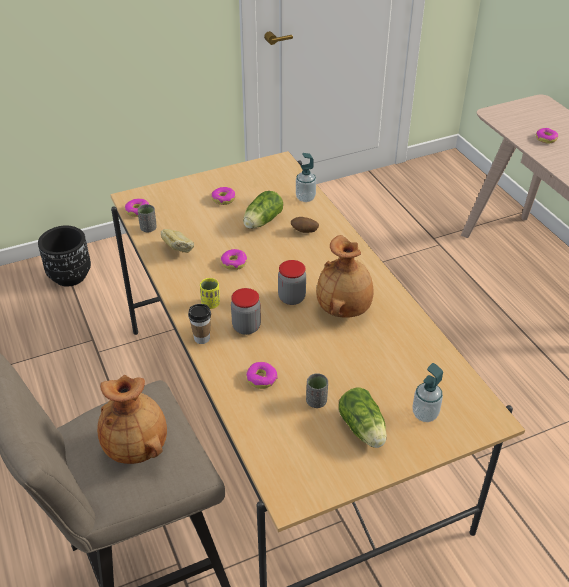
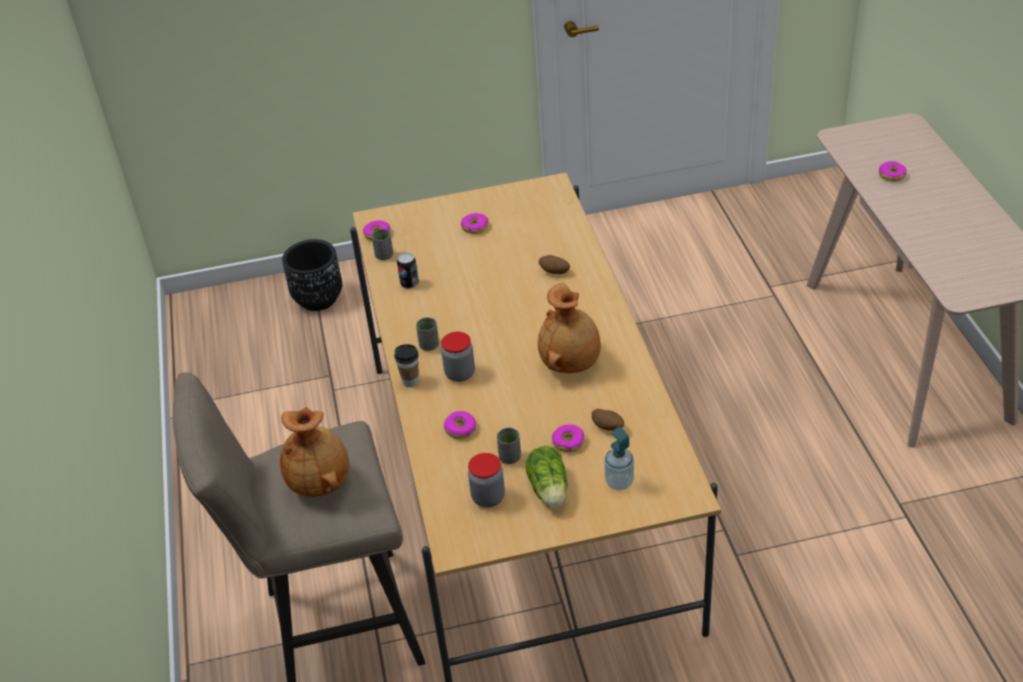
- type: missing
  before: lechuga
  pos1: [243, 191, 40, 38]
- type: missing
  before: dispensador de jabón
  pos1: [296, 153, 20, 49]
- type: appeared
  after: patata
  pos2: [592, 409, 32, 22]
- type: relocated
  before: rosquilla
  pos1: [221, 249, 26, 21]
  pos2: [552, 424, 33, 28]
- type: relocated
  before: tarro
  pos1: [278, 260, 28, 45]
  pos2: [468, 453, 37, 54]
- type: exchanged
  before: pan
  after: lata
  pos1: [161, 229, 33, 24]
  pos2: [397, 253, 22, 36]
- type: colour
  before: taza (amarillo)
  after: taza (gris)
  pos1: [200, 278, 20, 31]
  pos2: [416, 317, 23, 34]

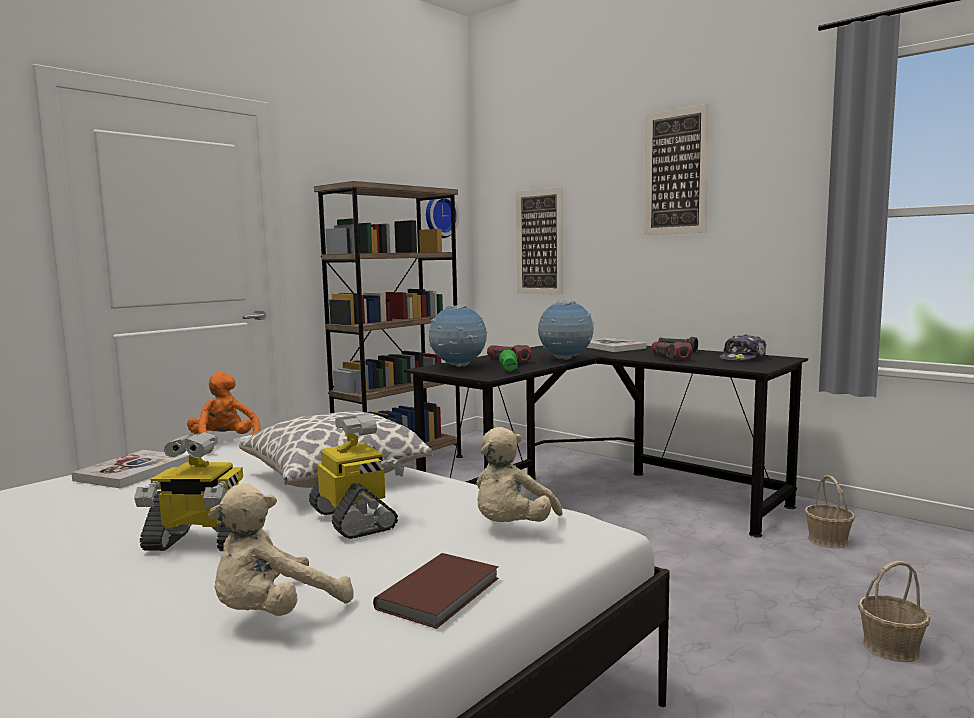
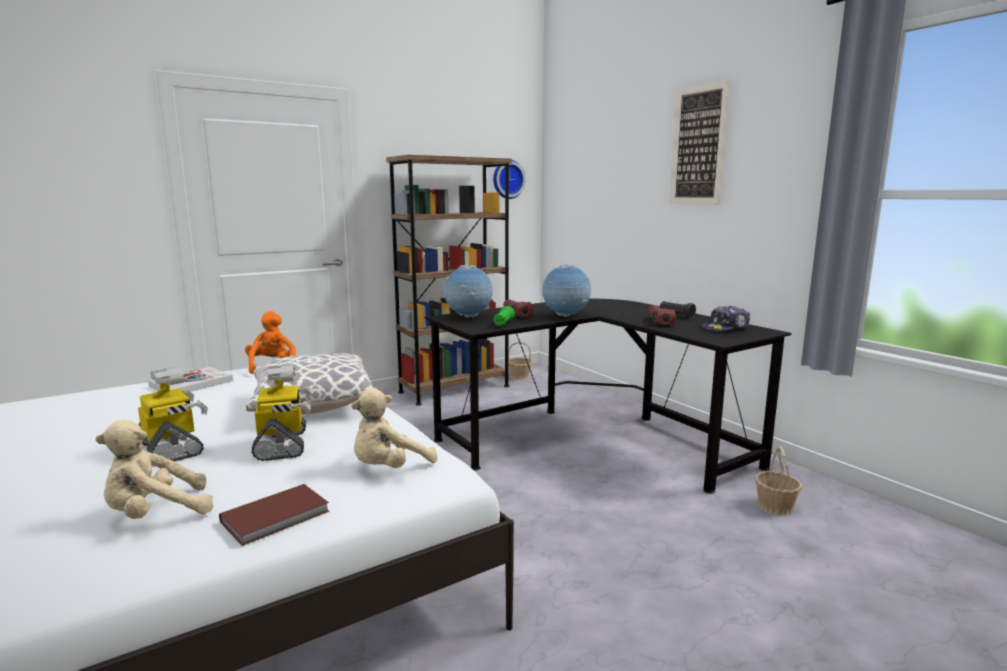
- type: missing
  before: cuadro
  pos1: [516, 187, 47, 108]
- type: missing
  before: libro
  pos1: [586, 338, 60, 14]
- type: relocated
  before: cesta
  pos1: [858, 561, 73, 101]
  pos2: [508, 342, 24, 38]
- type: spun
  before: robot de juguete
  pos1: [134, 432, 109, 119]
  pos2: [138, 366, 70, 95]
  turn: -150

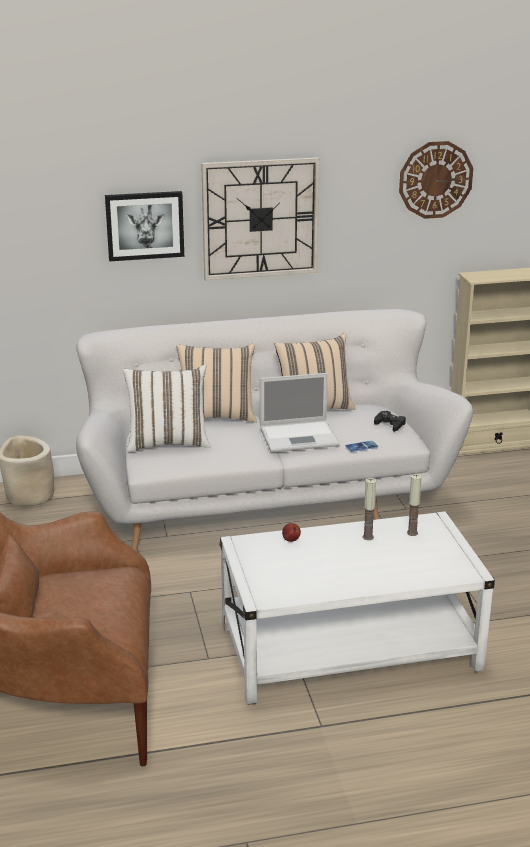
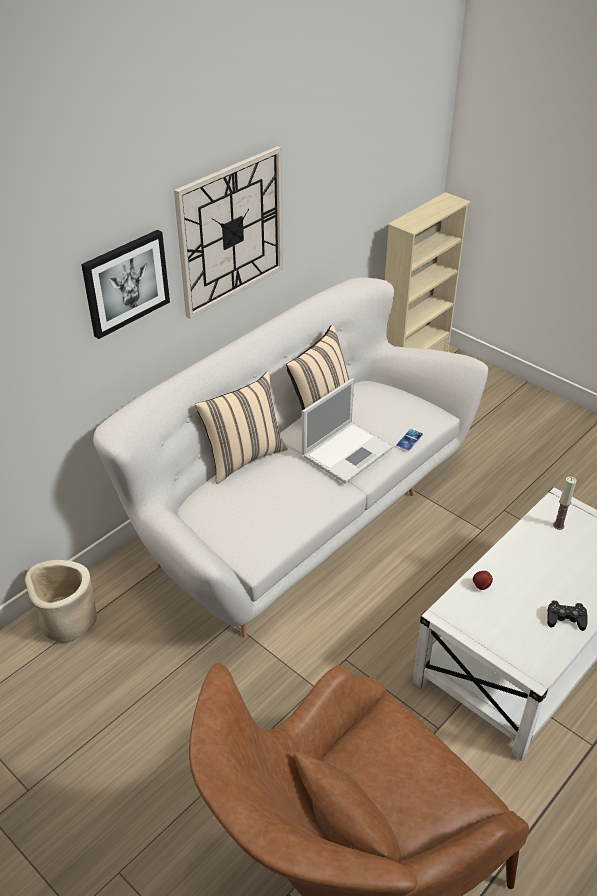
- type: missing
  before: cojín (blanco)
  pos1: [123, 365, 88, 87]
- type: missing
  before: vela
  pos1: [363, 478, 13, 62]
- type: missing
  before: reloj de pared
  pos1: [399, 141, 74, 78]
- type: relocated
  before: mando de consola (negro)
  pos1: [374, 411, 32, 21]
  pos2: [547, 601, 41, 30]

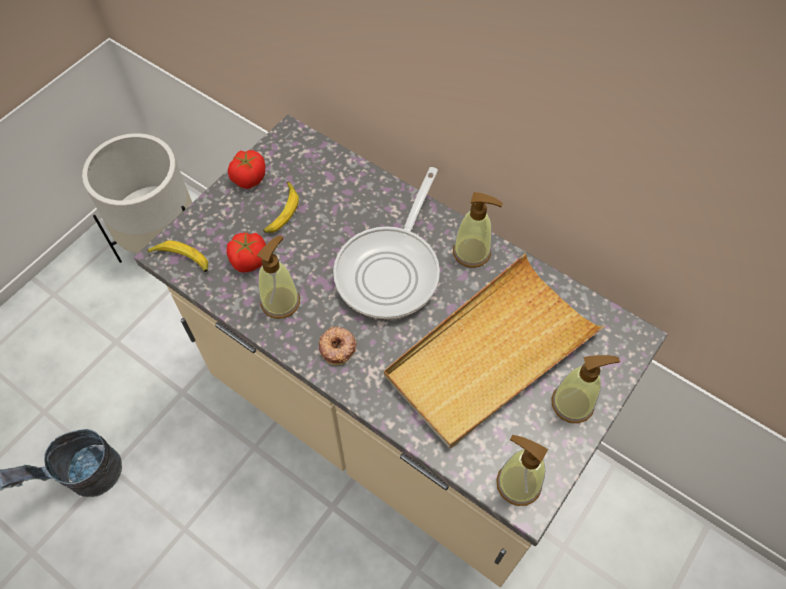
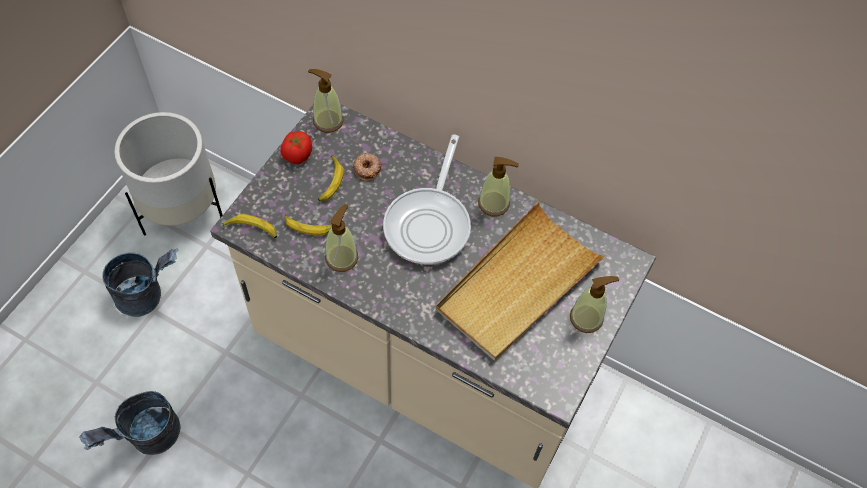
- type: appeared
  after: cubo (gris)
  pos2: [102, 249, 77, 68]
- type: relocated
  before: rosquilla
  pos1: [319, 327, 38, 38]
  pos2: [353, 153, 29, 28]
- type: relocated
  before: dispensador de jabón
  pos1: [496, 435, 52, 71]
  pos2: [308, 69, 36, 64]
- type: exchanged
  before: tomate
  after: plátano
  pos1: [227, 232, 39, 41]
  pos2: [284, 215, 48, 20]

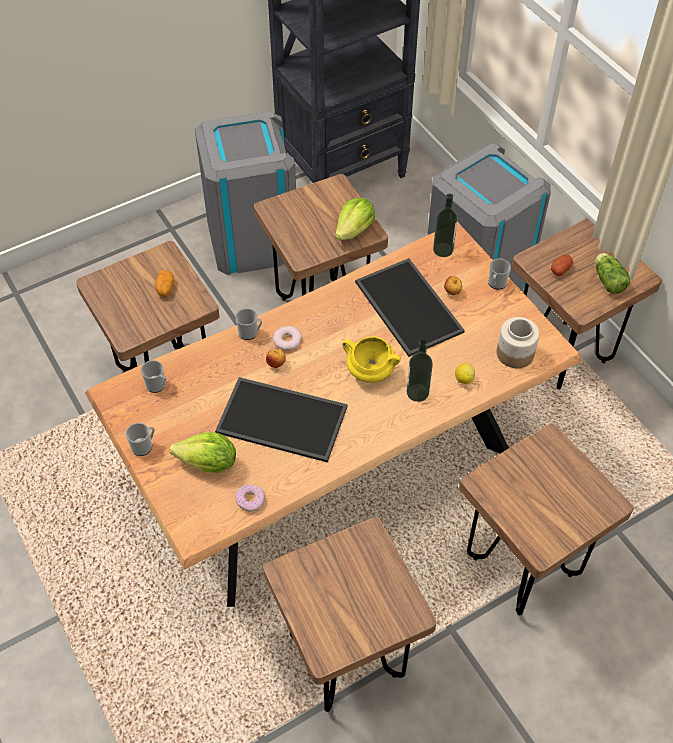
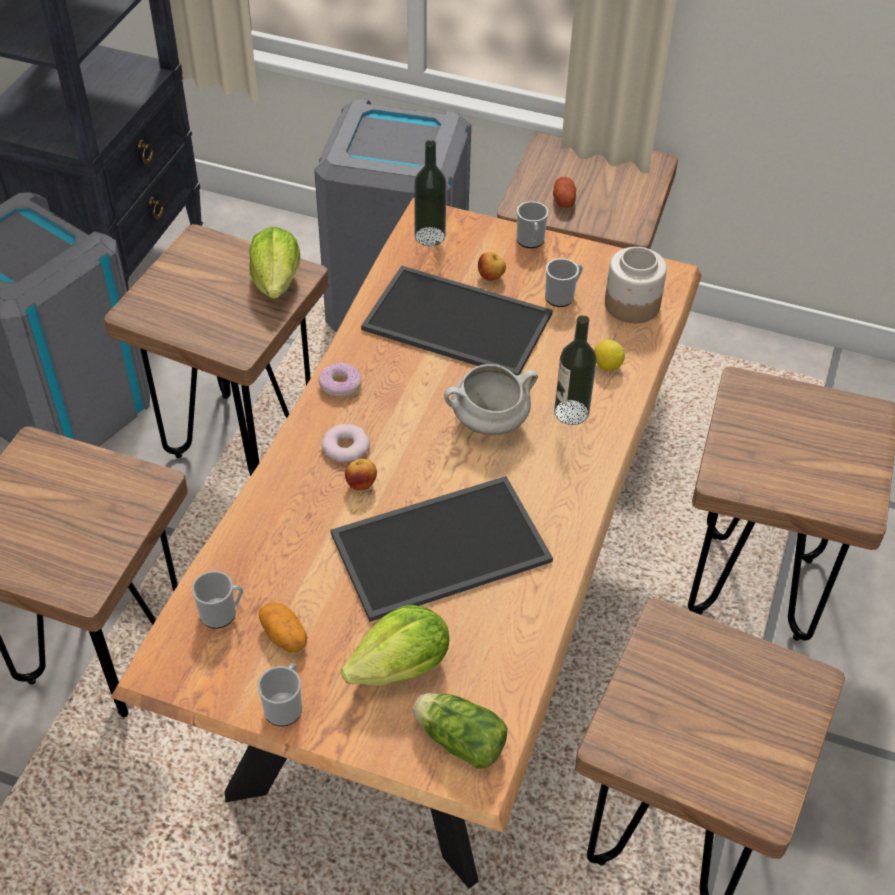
- type: relocated
  before: patata
  pos1: [155, 270, 19, 27]
  pos2: [259, 602, 48, 51]
- type: relocated
  before: taza grande
  pos1: [235, 308, 27, 32]
  pos2: [545, 258, 38, 49]
- type: relocated
  before: rosquilla
  pos1: [235, 484, 30, 28]
  pos2: [319, 363, 43, 34]
- type: relocated
  before: lechuga
  pos1: [595, 253, 35, 41]
  pos2: [413, 693, 94, 76]
- type: colour
  before: olla (amarillo)
  after: olla (blanco)
  pos1: [342, 336, 59, 47]
  pos2: [444, 364, 94, 71]

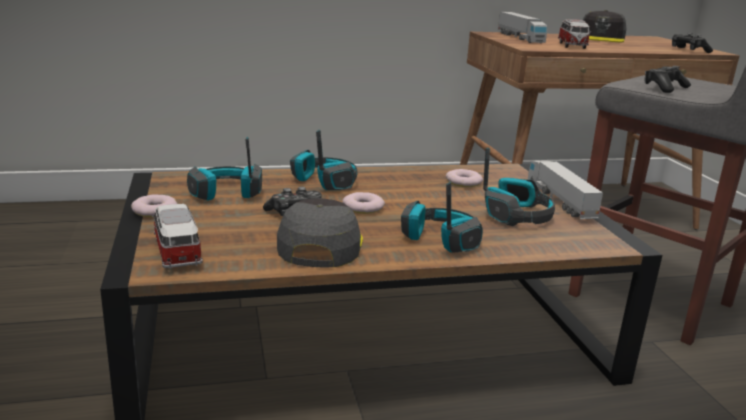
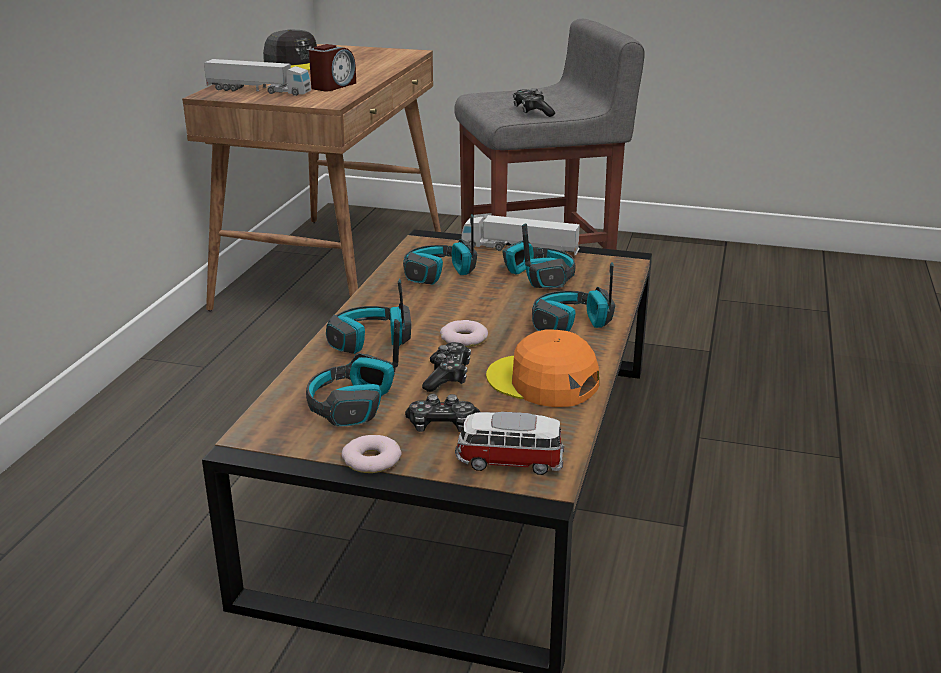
- type: relocated
  before: mando de consola
  pos1: [672, 33, 41, 20]
  pos2: [405, 394, 75, 38]
- type: exchanged
  before: rosquilla
  after: auriculares
  pos1: [446, 169, 37, 18]
  pos2: [403, 215, 74, 69]
- type: exchanged
  before: coche de juguete
  after: despertador
  pos1: [558, 19, 33, 30]
  pos2: [309, 44, 47, 47]
- type: colour
  before: gorra (gris)
  after: gorra (naranja)
  pos1: [277, 198, 86, 70]
  pos2: [486, 329, 113, 78]

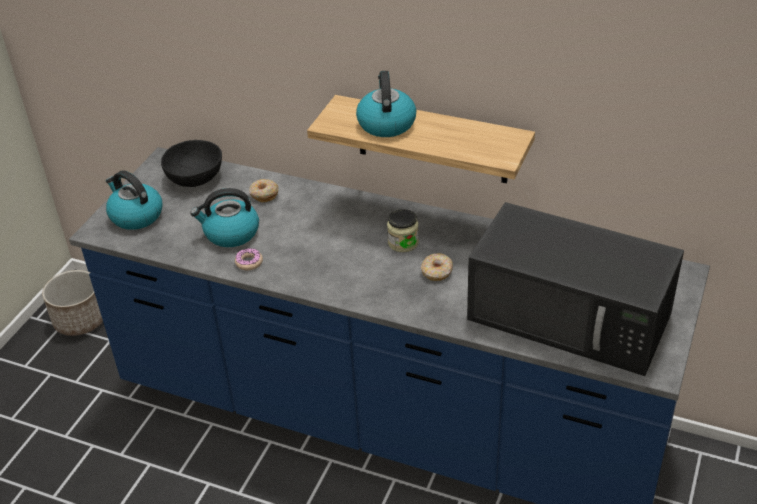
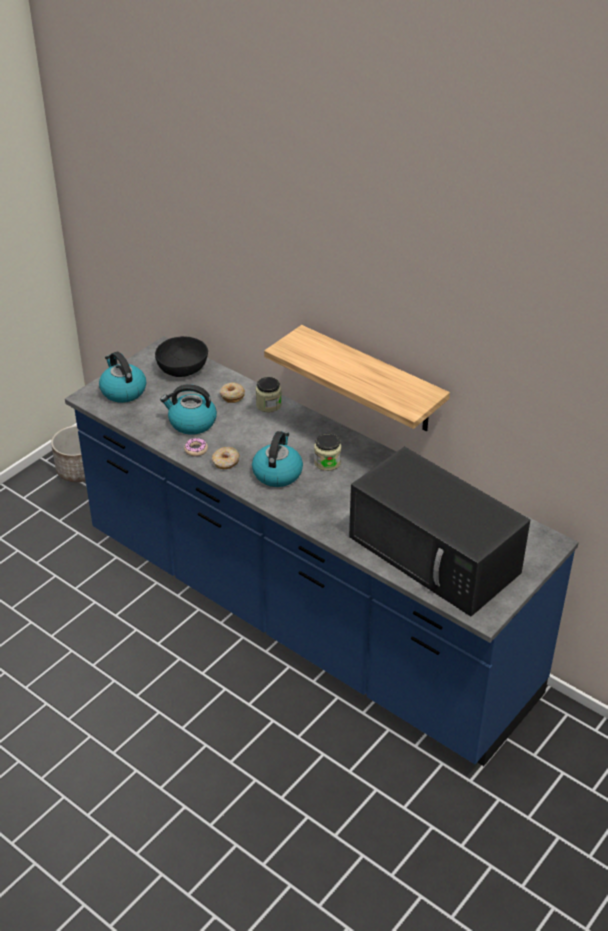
- type: appeared
  after: tarro
  pos2: [256, 377, 25, 35]
- type: relocated
  before: hervidor
  pos1: [356, 71, 60, 66]
  pos2: [252, 431, 51, 56]
- type: relocated
  before: rosquilla
  pos1: [421, 253, 32, 28]
  pos2: [212, 447, 28, 22]

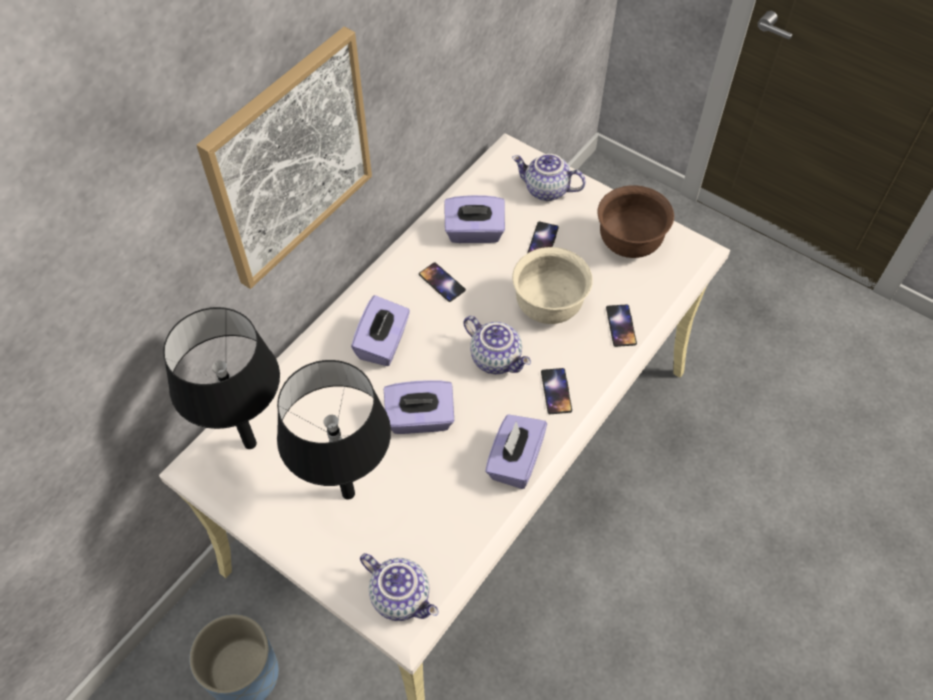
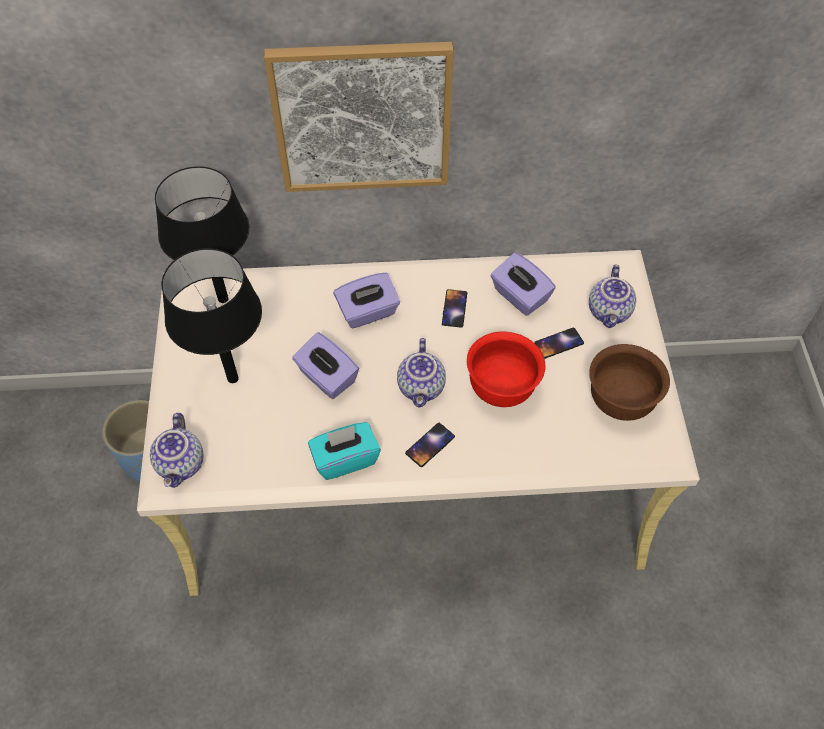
- type: missing
  before: móvil
  pos1: [606, 304, 31, 43]
- type: colour
  before: caja de pañuelos (morado)
  after: caja de pañuelos (turquesa)
  pos1: [485, 414, 62, 75]
  pos2: [308, 422, 73, 58]
- type: colour
  before: cuenco (beis)
  after: cuenco (rojo)
  pos1: [512, 247, 81, 77]
  pos2: [467, 331, 79, 76]
- type: spun
  before: tetera
  pos1: [512, 154, 74, 47]
  pos2: [589, 265, 47, 63]
  turn: -150

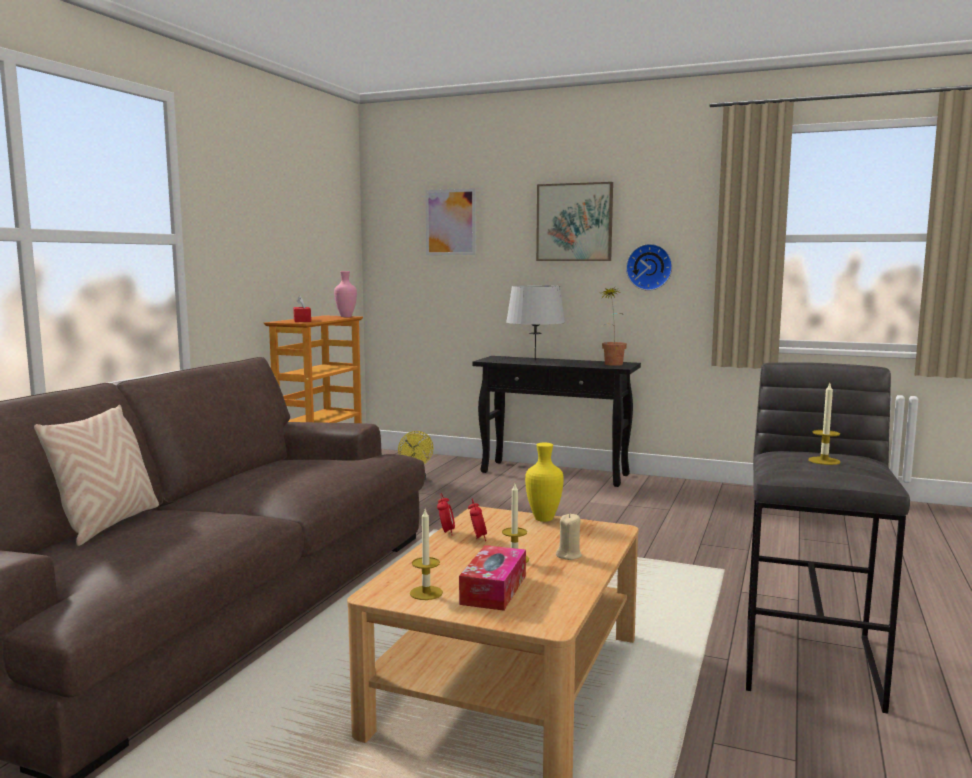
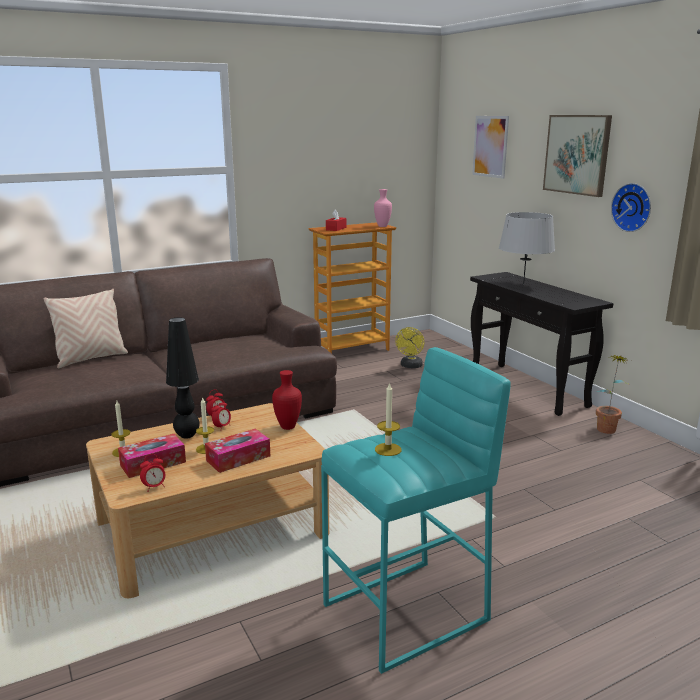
- type: appeared
  after: despertador
  pos2: [140, 454, 25, 38]
- type: appeared
  after: lámpara de mesa (negro)
  pos2: [166, 317, 34, 122]
- type: relocated
  before: planta en maceta
  pos1: [602, 287, 25, 79]
  pos2: [596, 355, 35, 79]
- type: exchanged
  before: vela (beis)
  after: caja de pañuelos
  pos1: [556, 514, 26, 46]
  pos2: [205, 429, 65, 44]
- type: colour
  before: florero (amarillo)
  after: florero (rojo)
  pos1: [525, 443, 39, 79]
  pos2: [272, 370, 30, 60]
- type: colour
  before: taburete (gris)
  after: taburete (turquesa)
  pos1: [746, 362, 164, 352]
  pos2: [321, 347, 190, 327]

